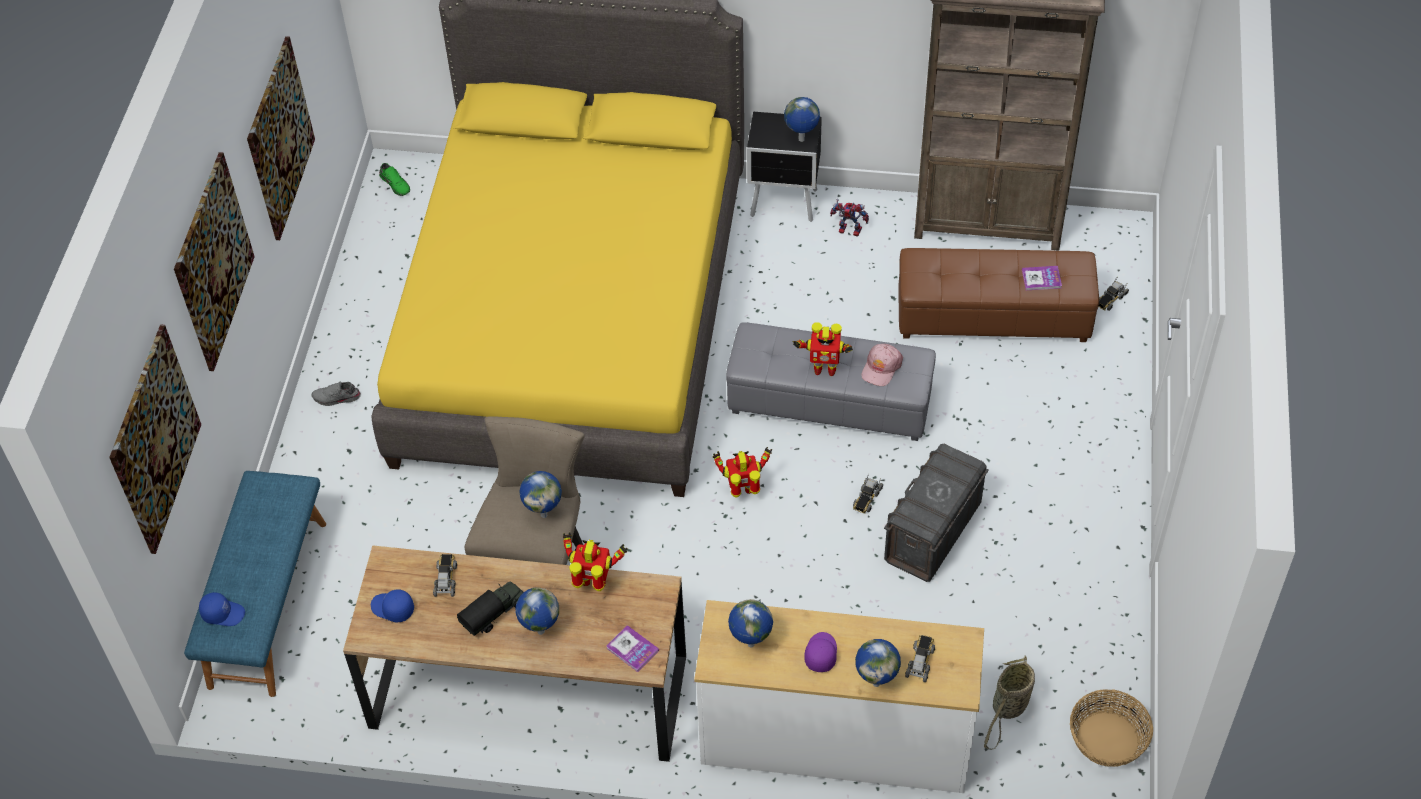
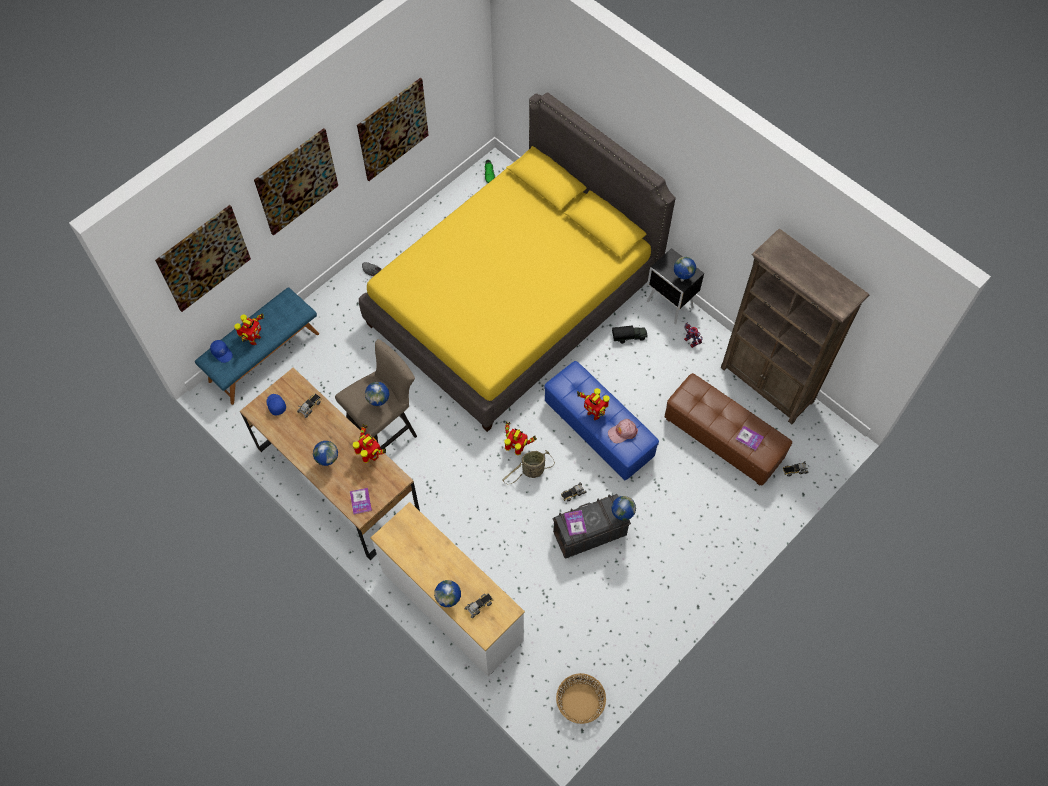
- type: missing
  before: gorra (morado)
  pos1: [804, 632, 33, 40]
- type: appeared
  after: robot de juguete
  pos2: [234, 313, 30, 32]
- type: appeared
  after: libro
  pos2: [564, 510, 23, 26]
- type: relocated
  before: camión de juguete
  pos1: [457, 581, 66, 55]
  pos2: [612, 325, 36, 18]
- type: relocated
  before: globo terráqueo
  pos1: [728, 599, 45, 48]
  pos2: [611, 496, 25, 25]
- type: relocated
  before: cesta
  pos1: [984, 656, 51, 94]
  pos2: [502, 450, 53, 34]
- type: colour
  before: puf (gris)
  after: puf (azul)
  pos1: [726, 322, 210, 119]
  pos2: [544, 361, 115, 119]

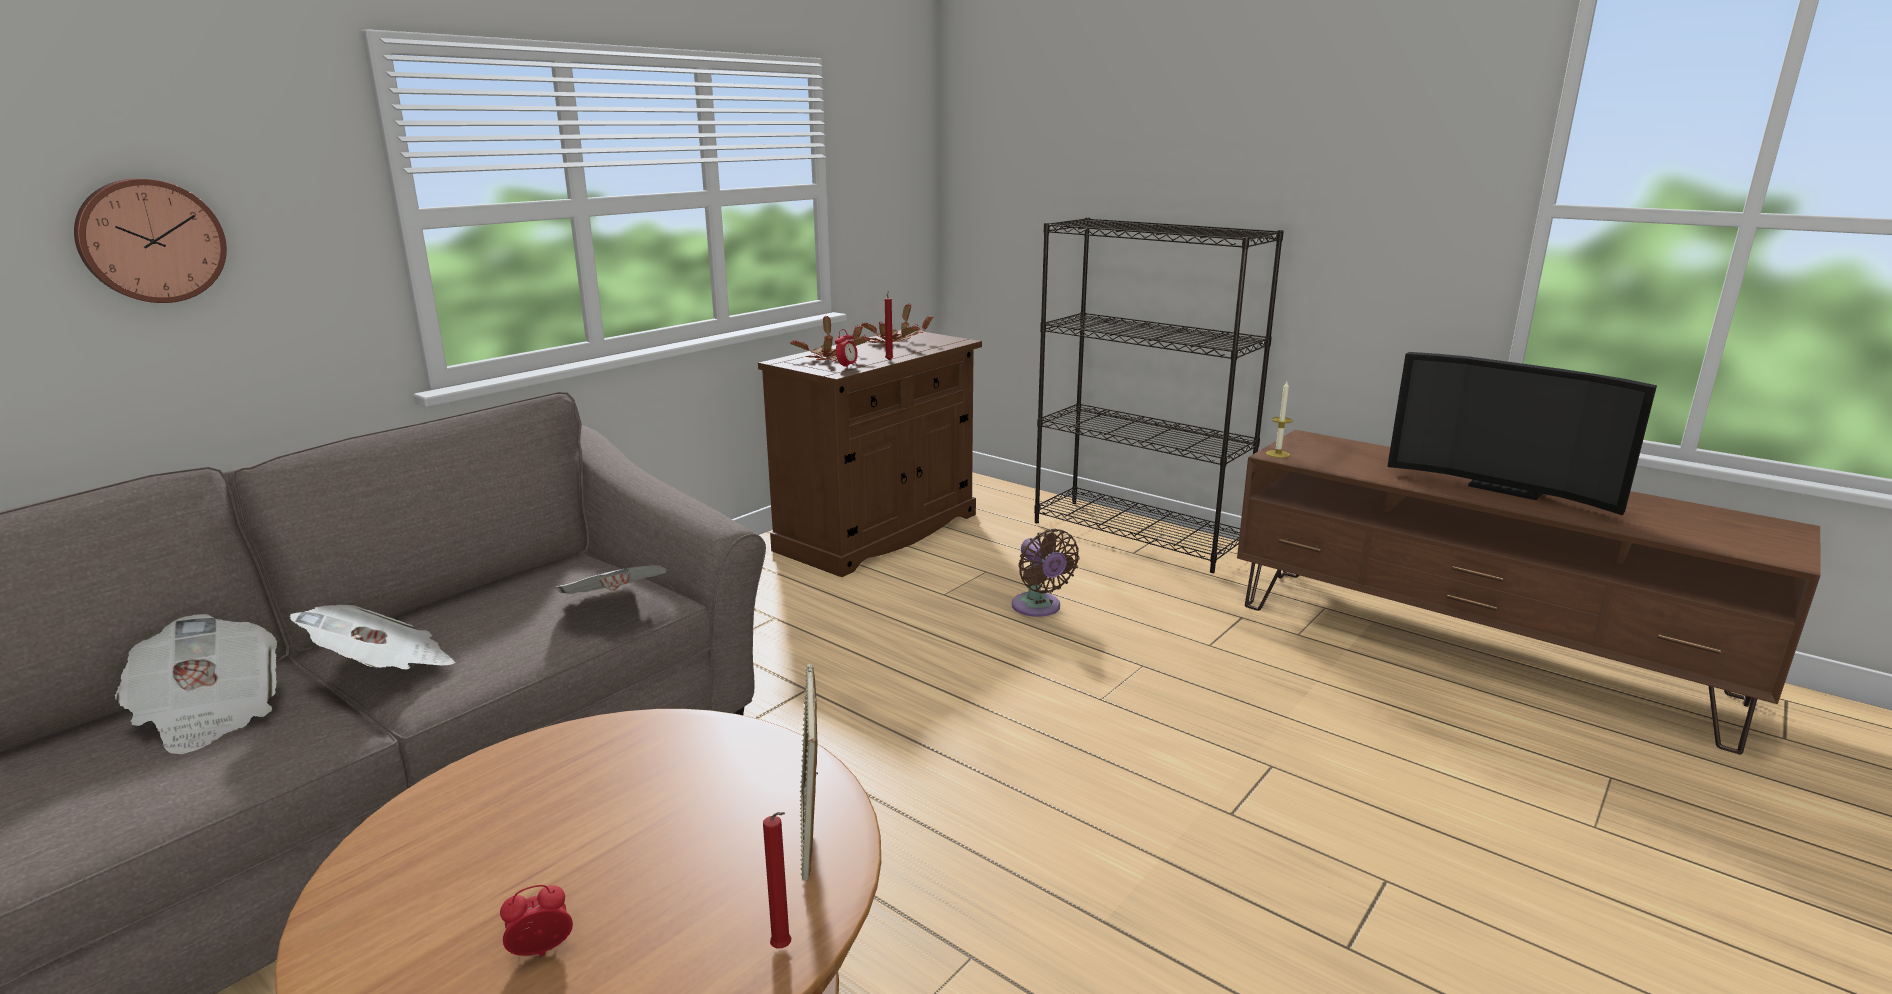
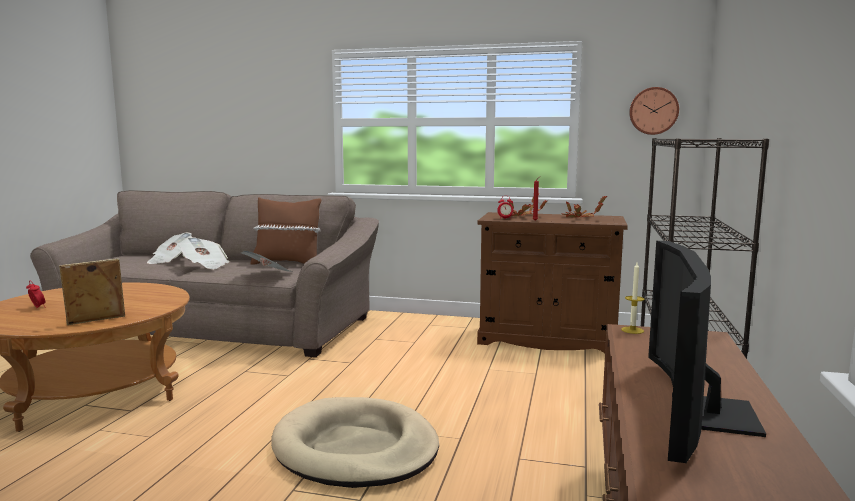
- type: missing
  before: vela (rojo)
  pos1: [763, 812, 28, 137]
- type: missing
  before: ventilador (marrón)
  pos1: [1012, 529, 68, 88]
- type: appeared
  after: cojín (marrón)
  pos2: [250, 197, 71, 68]
- type: appeared
  after: cama para perro (beis)
  pos2: [271, 397, 168, 91]
- type: relocated
  before: reloj de pared
  pos1: [74, 178, 153, 125]
  pos2: [629, 87, 50, 48]

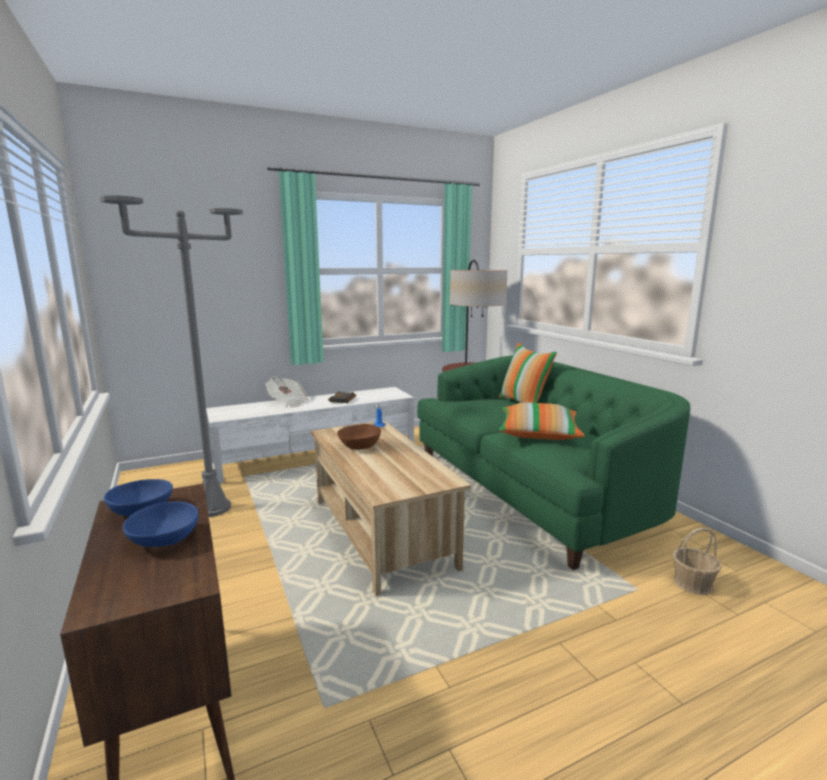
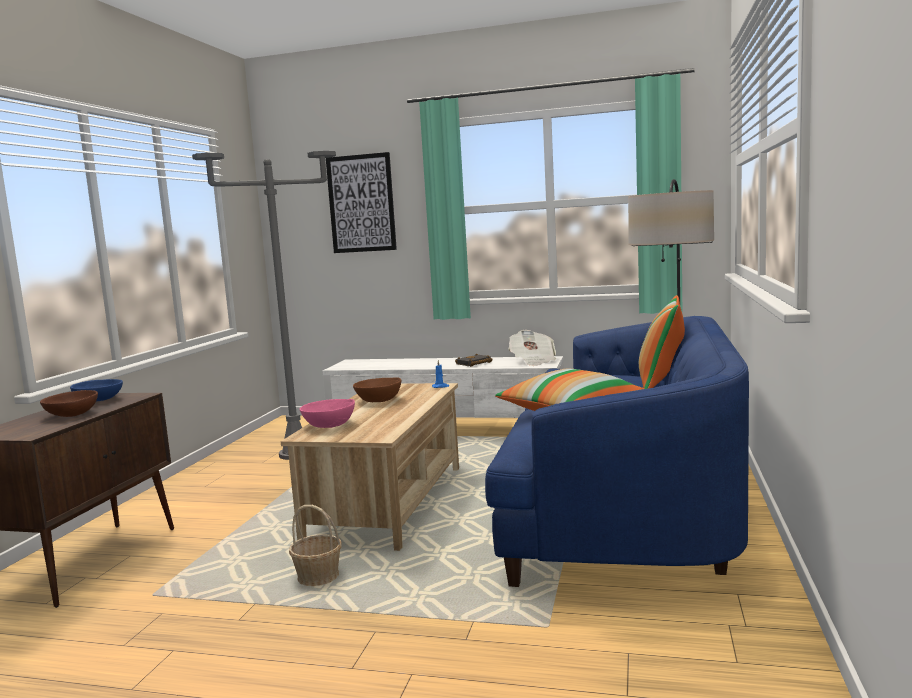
- type: appeared
  after: cuenco (rosa)
  pos2: [300, 399, 55, 29]
- type: appeared
  after: cuadro
  pos2: [326, 152, 71, 101]
- type: relocated
  before: periódico
  pos1: [265, 377, 44, 31]
  pos2: [508, 330, 48, 36]
- type: relocated
  before: cesta
  pos1: [673, 528, 49, 67]
  pos2: [289, 505, 53, 81]
- type: colour
  before: cuenco (azul)
  after: cuenco (marrón)
  pos1: [123, 502, 75, 45]
  pos2: [40, 390, 58, 27]
- type: colour
  before: sofá (verde)
  after: sofá (azul)
  pos1: [417, 355, 273, 215]
  pos2: [485, 316, 264, 271]

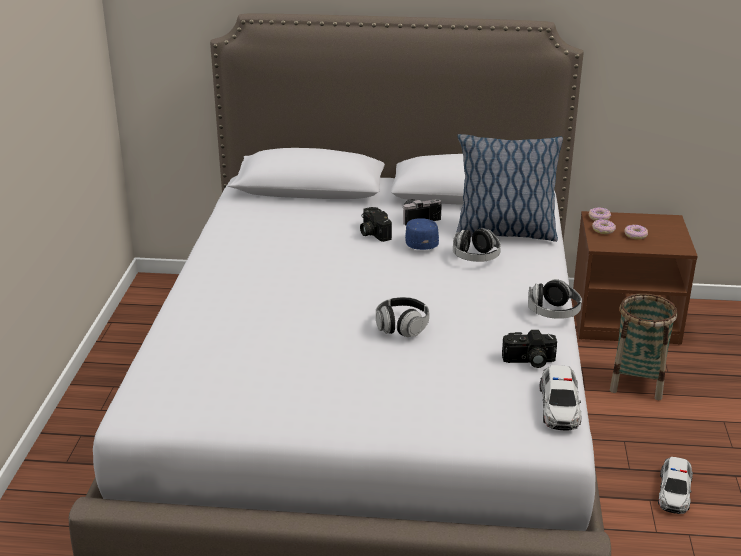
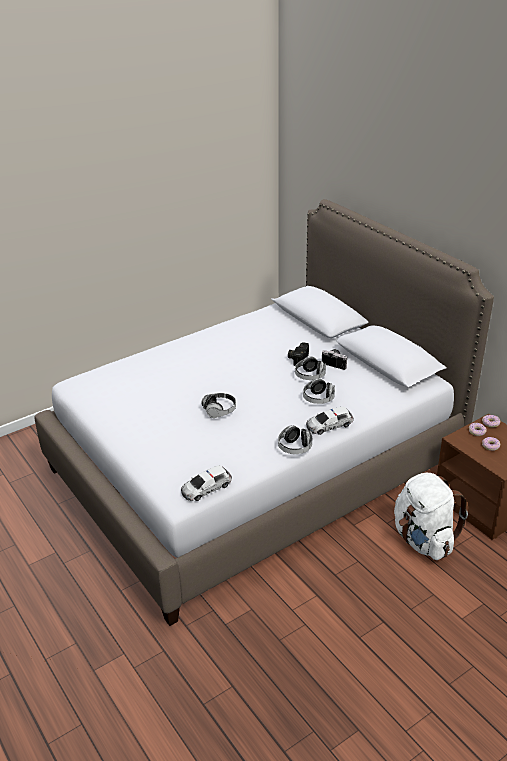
- type: missing
  before: cojín
  pos1: [456, 134, 107, 108]
- type: missing
  before: cámara
  pos1: [502, 330, 55, 38]
- type: relocated
  before: coche de juguete
  pos1: [658, 457, 35, 57]
  pos2: [306, 407, 48, 28]
- type: exchanged
  before: gorra (azul)
  after: auriculares
  pos1: [405, 218, 34, 32]
  pos2: [295, 356, 31, 24]
- type: exchanged
  before: cesta
  after: mochila (blanco)
  pos1: [610, 293, 67, 107]
  pos2: [394, 473, 74, 87]

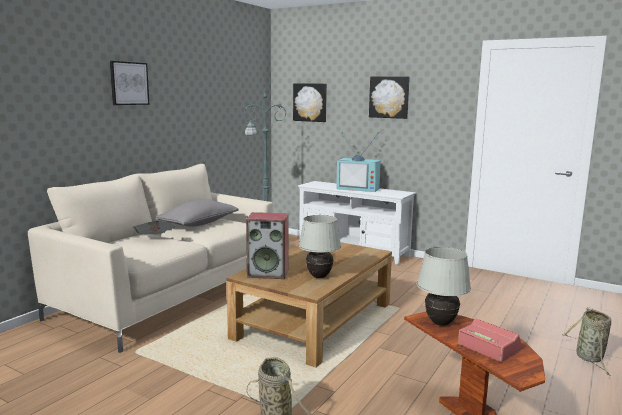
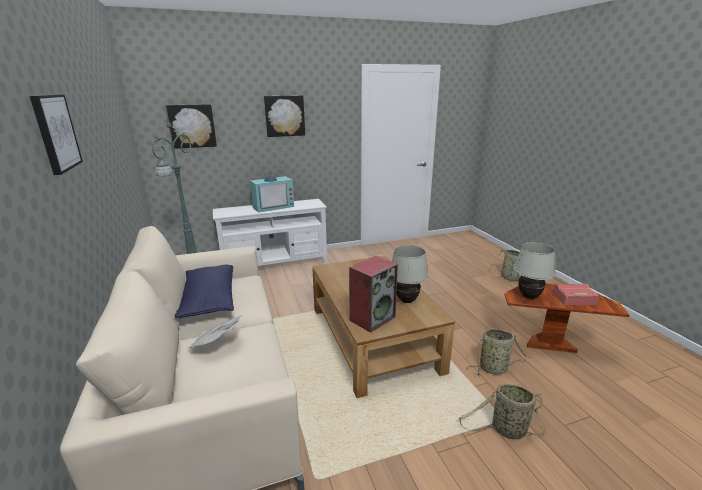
- type: appeared
  after: cesta
  pos2: [467, 328, 65, 49]
- type: colour
  before: cojín (gris)
  after: cojín (azul)
  pos1: [156, 199, 82, 28]
  pos2: [174, 264, 60, 54]

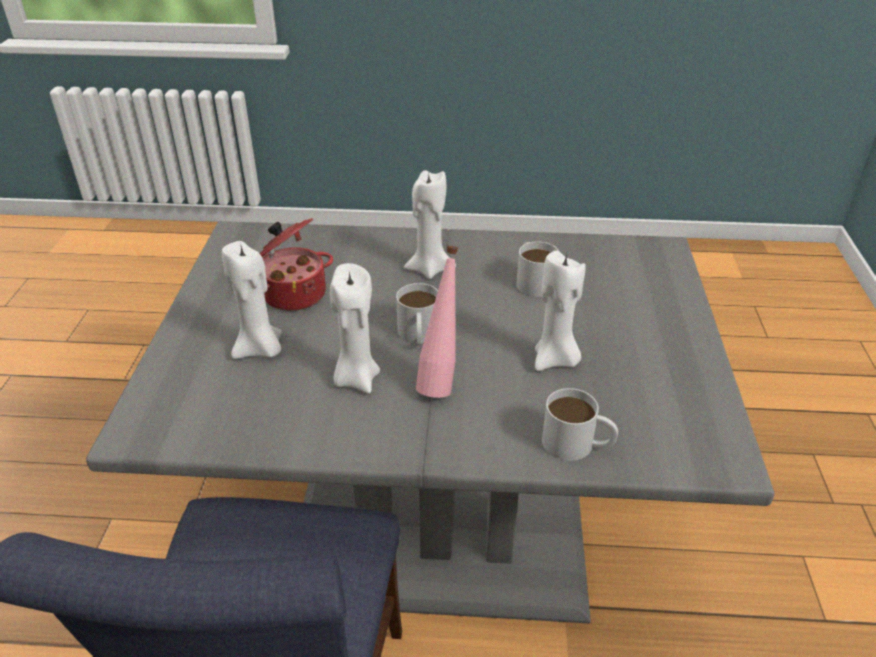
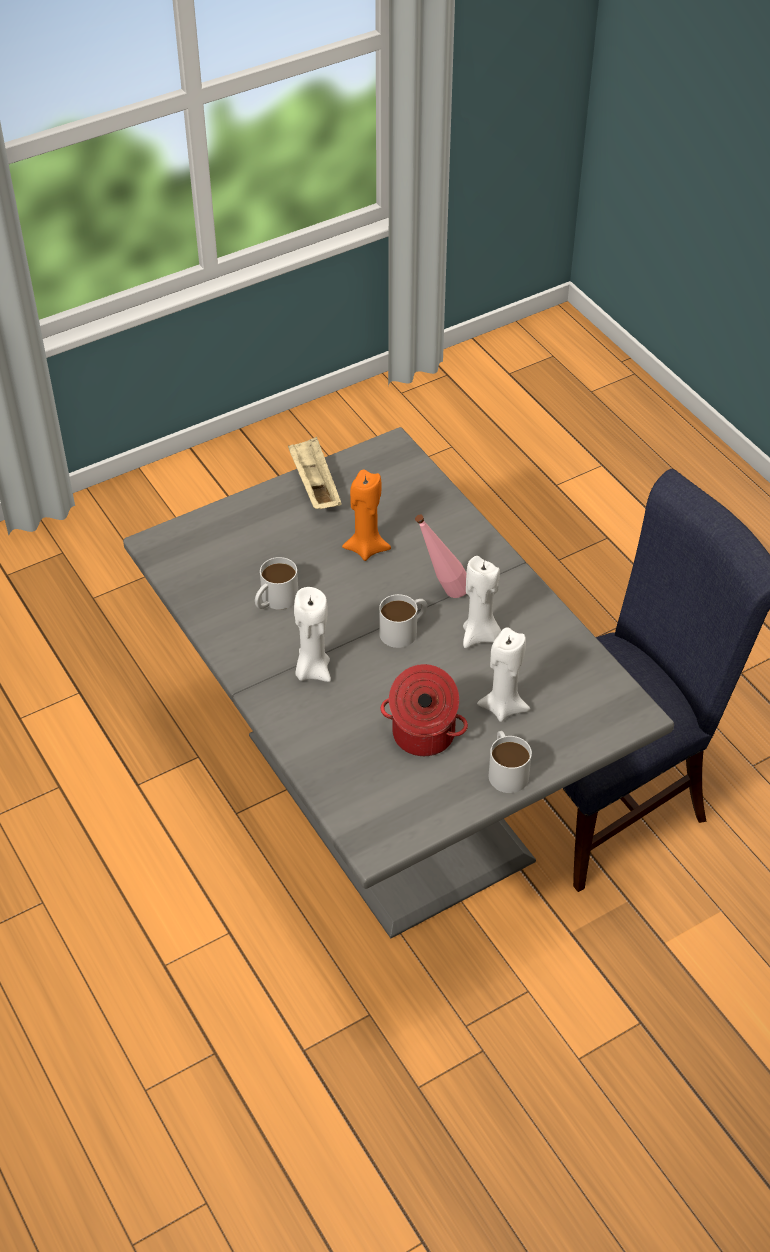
- type: appeared
  after: bandeja (beis)
  pos2: [288, 436, 54, 73]
- type: relocated
  before: taza grande (blanco)
  pos1: [542, 388, 76, 73]
  pos2: [489, 731, 43, 62]
- type: colour
  before: vela (blanco)
  after: vela (naranja)
  pos1: [535, 251, 51, 120]
  pos2: [342, 470, 49, 91]

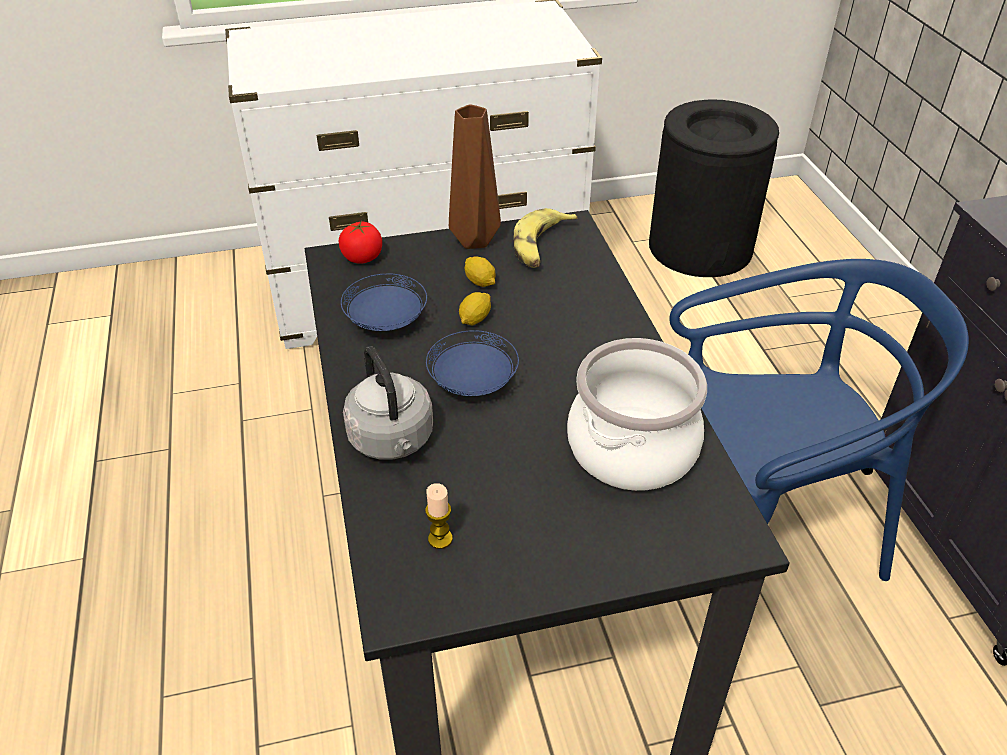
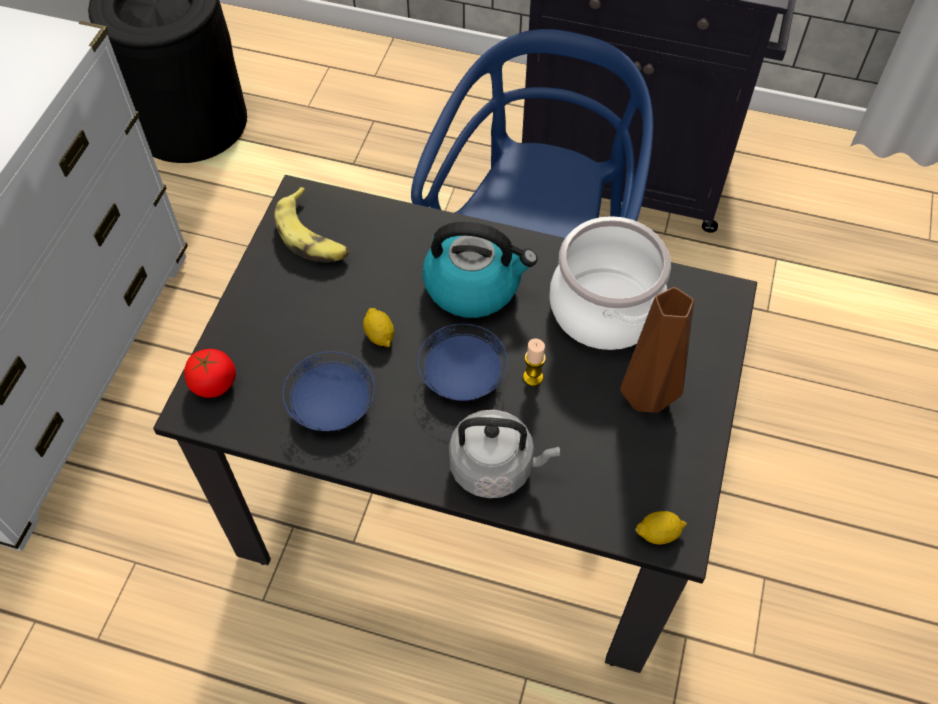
- type: appeared
  after: hervidor
  pos2: [422, 221, 115, 97]
- type: relocated
  before: vela
  pos1: [425, 483, 28, 66]
  pos2: [523, 339, 23, 47]
- type: relocated
  before: florero (marrón)
  pos1: [449, 104, 52, 145]
  pos2: [620, 287, 74, 126]
- type: relocated
  before: limón
  pos1: [465, 256, 31, 31]
  pos2: [635, 511, 52, 33]

